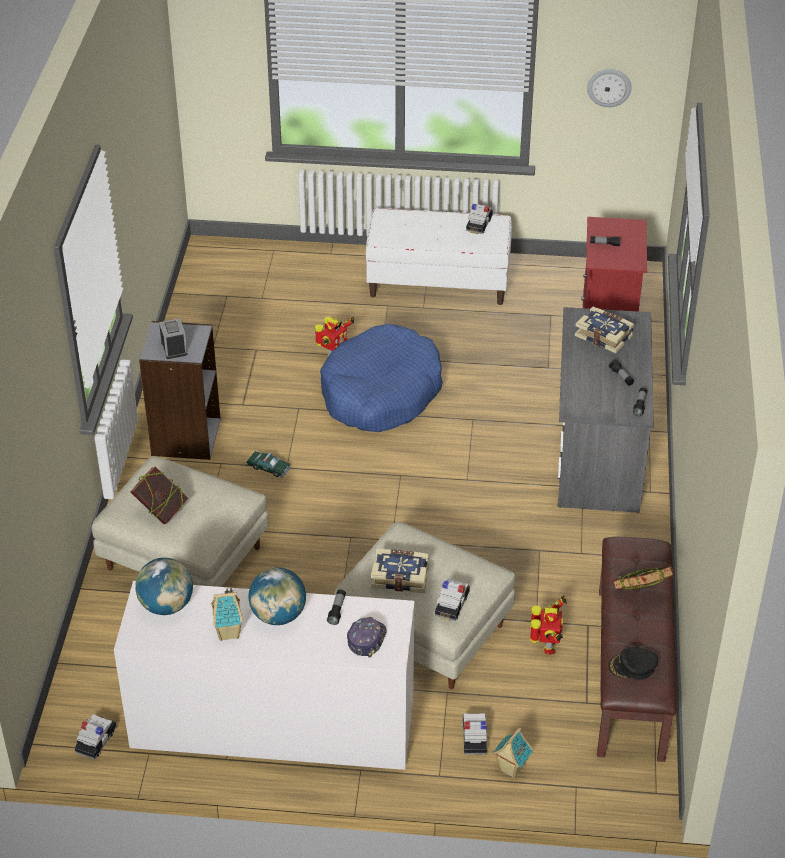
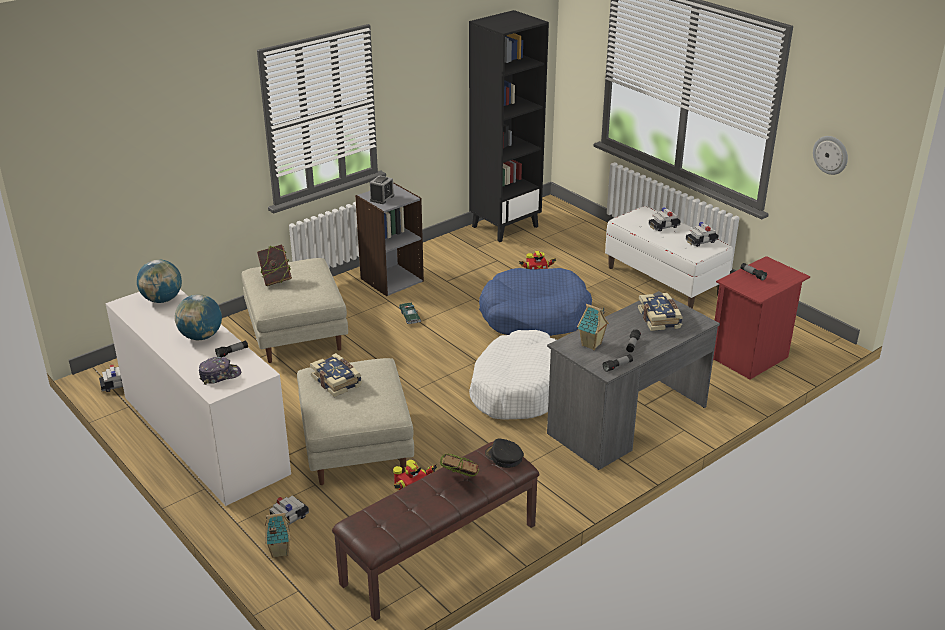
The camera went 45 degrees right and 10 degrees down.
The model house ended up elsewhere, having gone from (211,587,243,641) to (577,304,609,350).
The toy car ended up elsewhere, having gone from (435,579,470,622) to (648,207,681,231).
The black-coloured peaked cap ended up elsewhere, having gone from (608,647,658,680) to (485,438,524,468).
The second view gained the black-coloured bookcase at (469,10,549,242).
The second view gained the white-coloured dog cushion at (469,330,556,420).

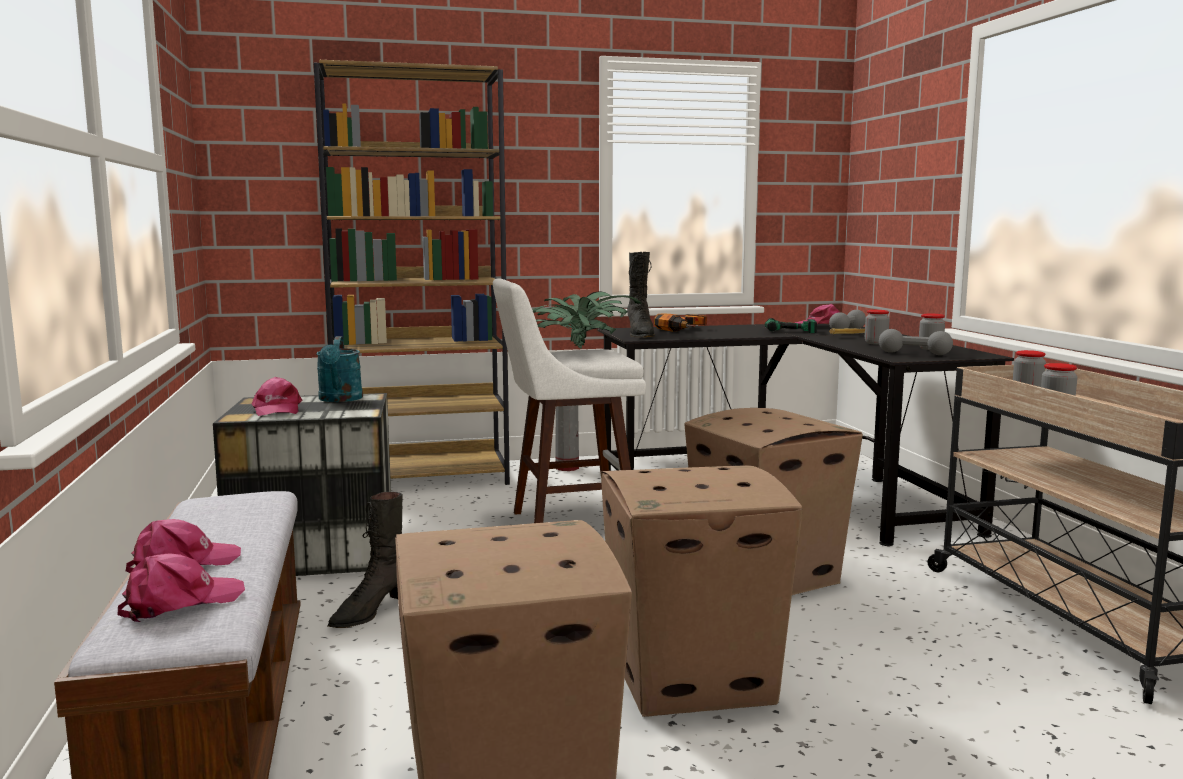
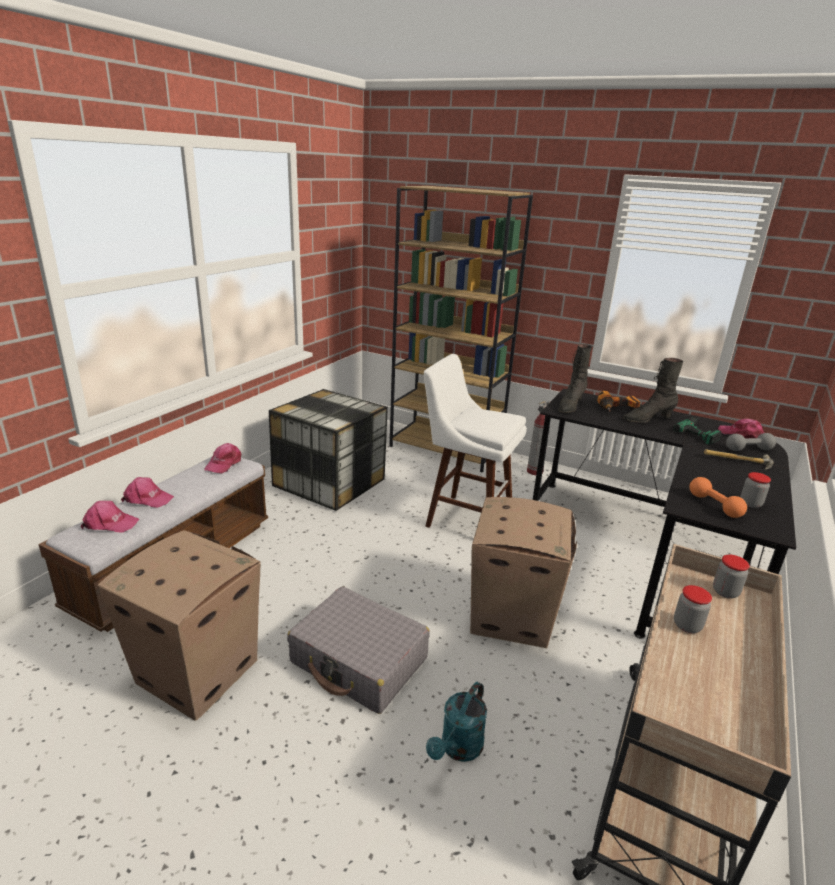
The camera went 40 degrees right and 15 degrees up.
The pink peaked cap ended up elsewhere, having gone from (252,377,302,416) to (204,443,241,474).
The blue-green watering pot ended up elsewhere, having gone from (316,336,363,402) to (426,682,487,762).
The black-coloured high-top boot ended up elsewhere, having gone from (327,492,402,628) to (623,358,683,423).
The second view lost the houseplant at (532,292,641,349).
Where the cardboard box stood at (601,465,803,717), the greyish travel case came to stand at (287,587,430,714).
The second view lost the storage jar at (865,310,890,345).
What was the greyish free weight at (879,329,953,355) turned into the orangey free weight at (689,477,747,518).

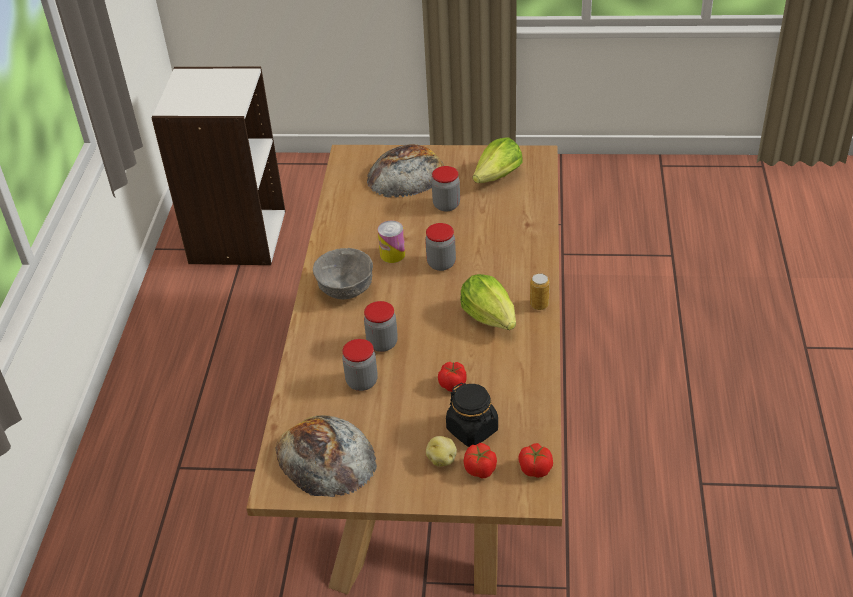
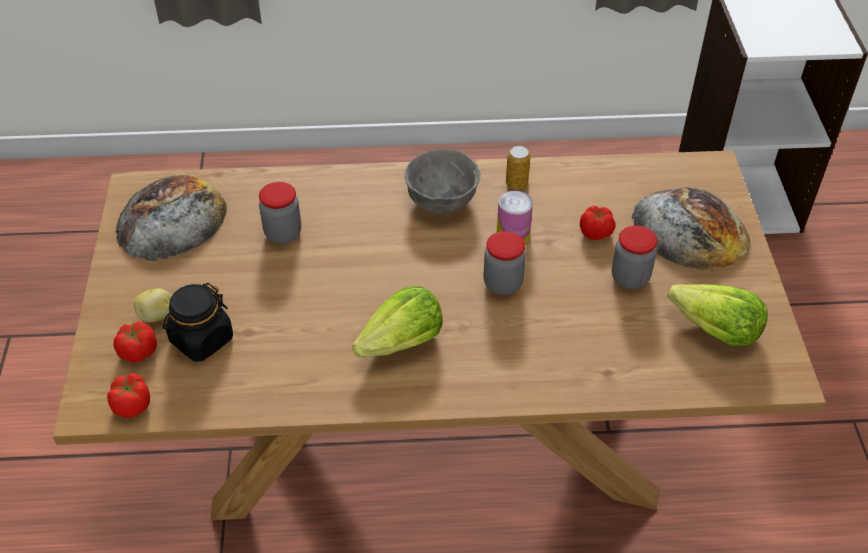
The camera went 80 degrees right and 5 degrees up.
The second view lost the storage jar at (364,301,398,352).
The whole tomato ended up elsewhere, having gone from (438,362,467,392) to (580,206,616,240).
The metal can ended up elsewhere, having gone from (530,273,550,310) to (506,146,531,190).

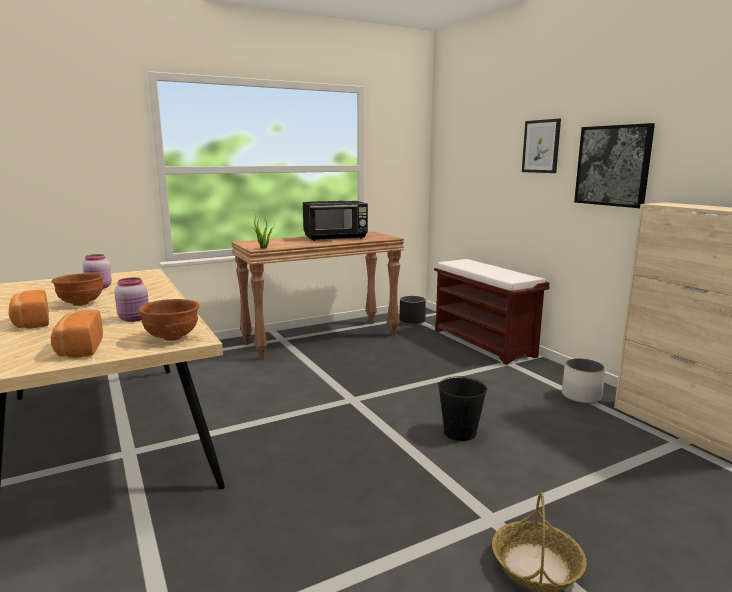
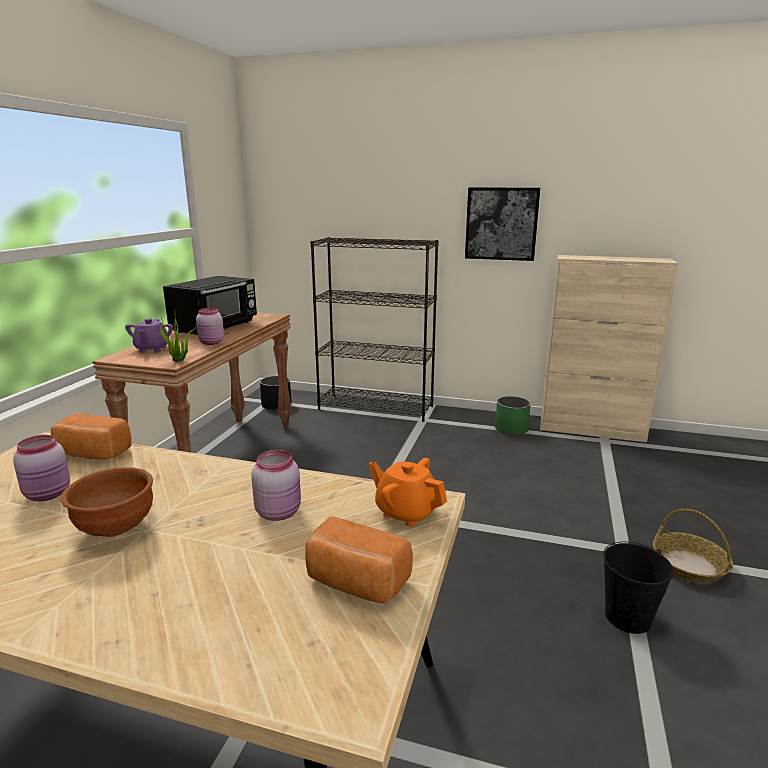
The camera went 45 degrees left and 5 degrees up.
The bakery bread ended up elsewhere, having gone from (8,290,49,329) to (51,413,132,460).
Where the brown bowl stood at (138,299,199,341), the orangey pot for tea came to stand at (369,458,447,527).
Where the brown bench stood at (434,259,549,365), the black-coloured bookcase came to stand at (310,237,439,422).
The black-coloured pail ended up elsewhere, having gone from (438,376,488,441) to (603,542,674,634).
The second view lost the wall picture at (522,119,561,173).
What was the white-coloured plant pot at (562,358,605,404) turned into the green plant pot at (495,396,531,435).
The second view gained the purple pot for tea at (125,318,173,352).
The second view gained the pink storage jar at (196,308,224,345).

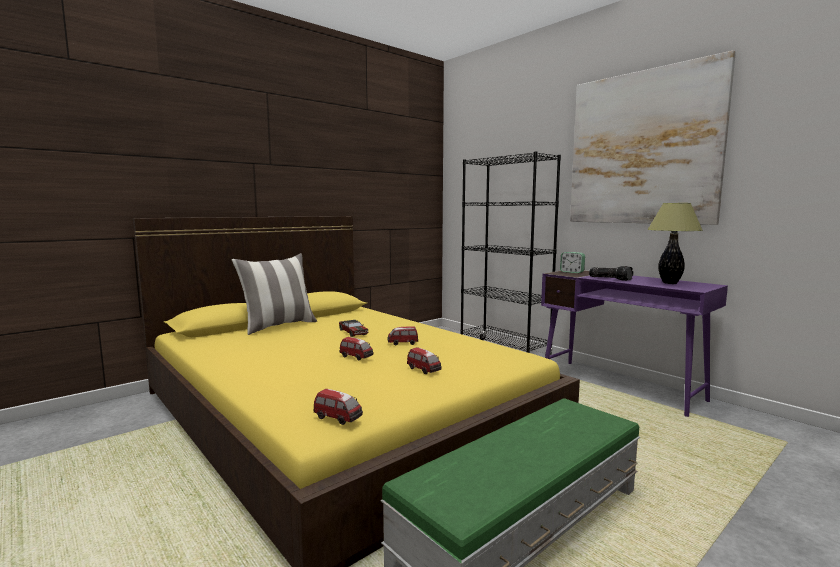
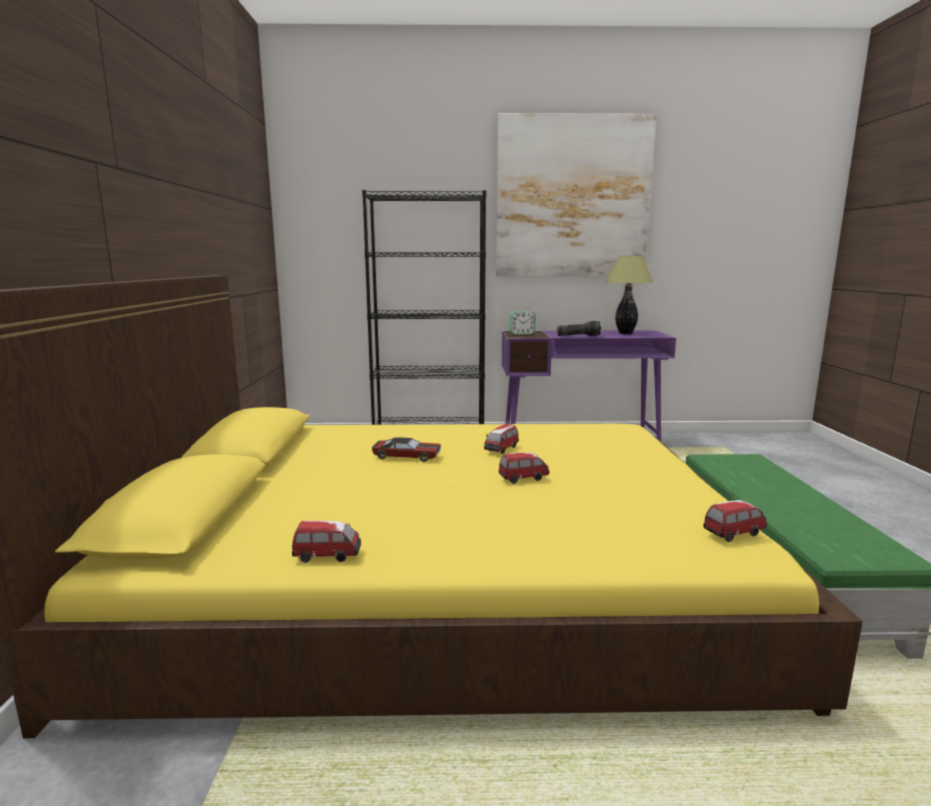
The camera went 50 degrees left and 5 degrees up.
The second view lost the pillow at (232,253,317,335).
The toy car ended up elsewhere, having gone from (407,347,442,374) to (292,521,361,563).

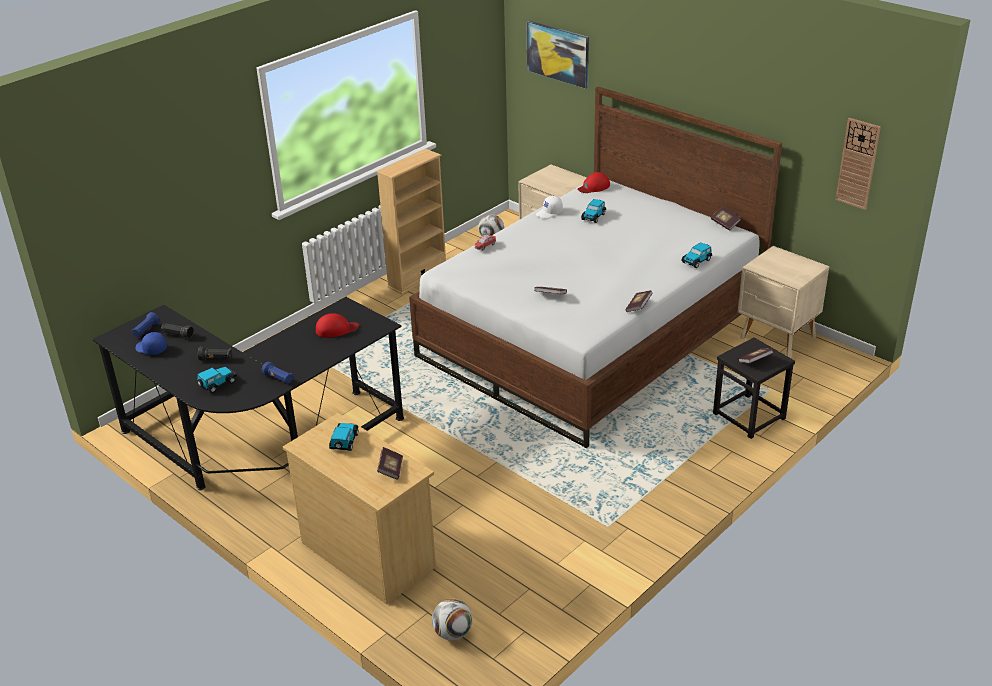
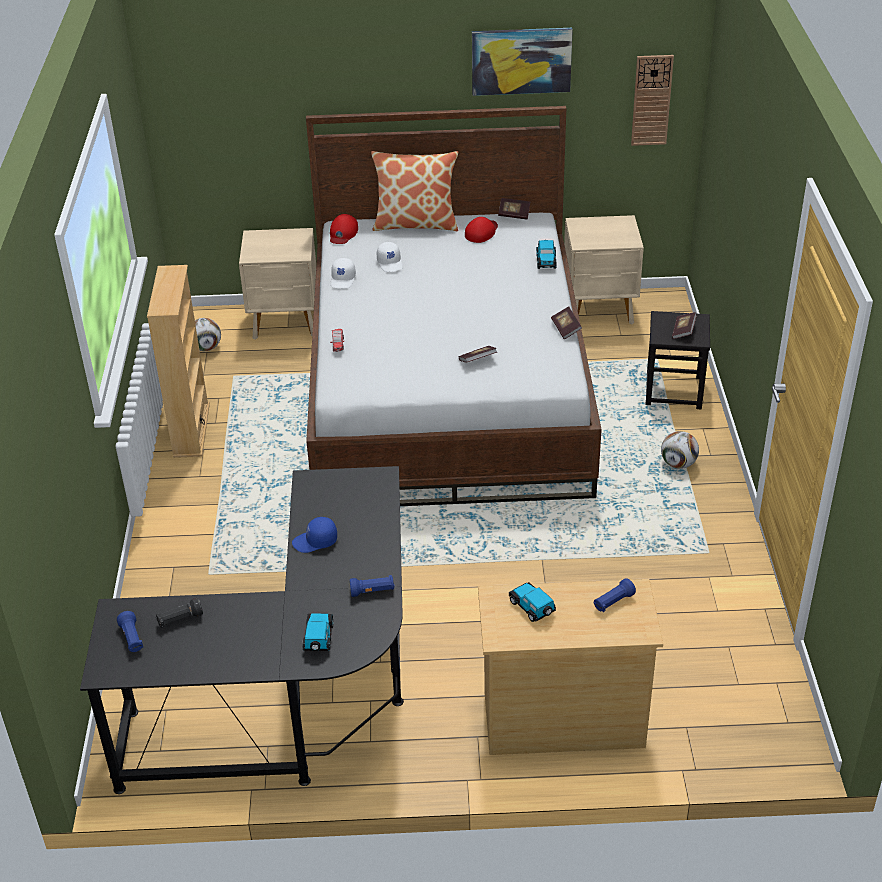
The camera went 45 degrees left and 5 degrees up.
The blue-coloured peaked cap ended up elsewhere, having gone from (136,332,167,355) to (292,517,337,553).
The second view lost the black-coloured torch at (197,347,232,360).
The reddish peaked cap ended up elsewhere, having gone from (316,313,359,338) to (465,217,498,243).
Where the volume stood at (377,447,403,480), the blue-coloured torch came to stand at (594,578,636,612).
The ball for football ended up elsewhere, having gone from (432,599,473,641) to (661,431,699,469).
The wall picture ended up elsewhere, having gone from (526,21,589,89) to (472,28,573,96).
Where the toy car stood at (581,199,606,223), the white-coloured peaked cap came to stand at (377,242,403,272).
The second view gained the pillow at (371,151,458,231).

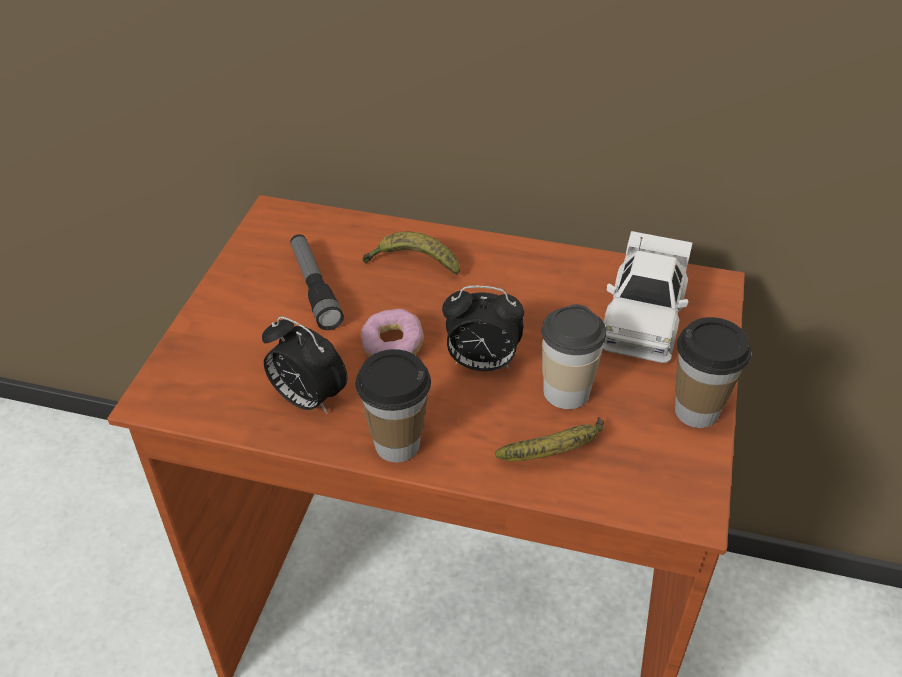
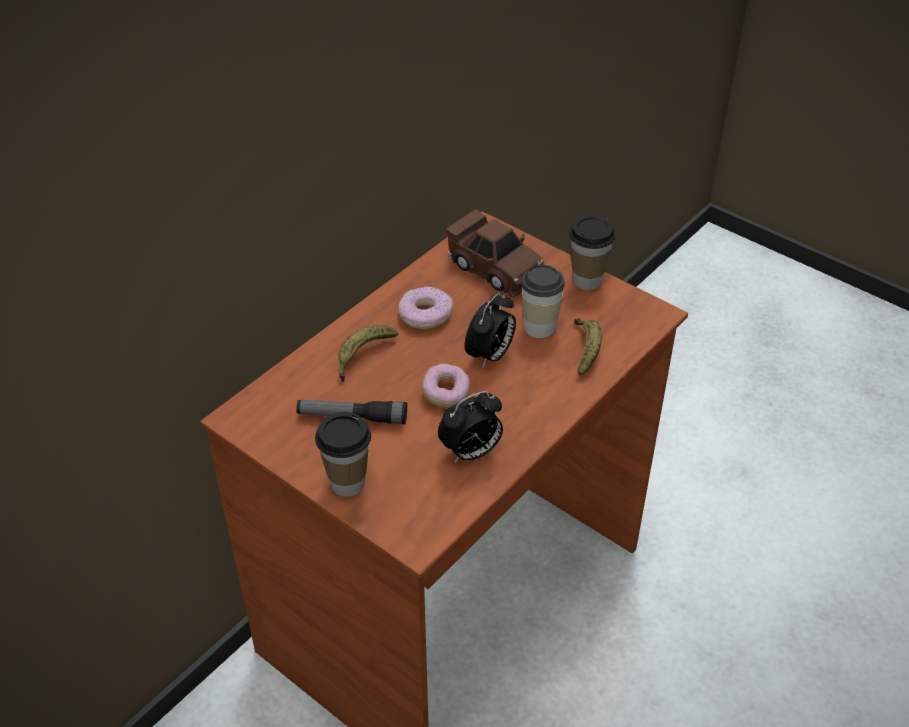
The camera went 65 degrees left and 0 degrees up.
The cup ended up elsewhere, having gone from (356,349,431,462) to (315,412,371,497).
What was the white-coloured toy car at (602,231,692,363) turned into the brown toy car at (446,209,545,297).
The second view gained the ring doughnut at (398,286,453,329).

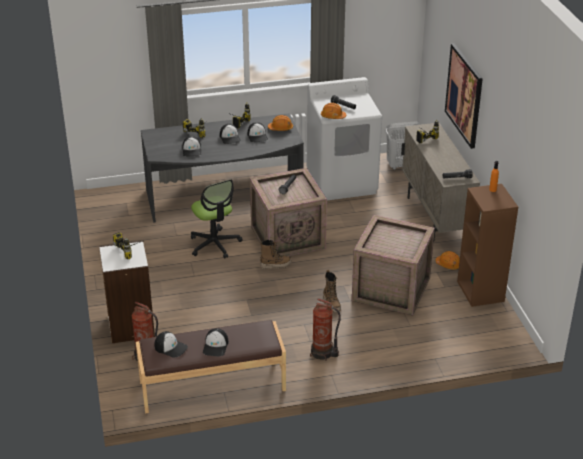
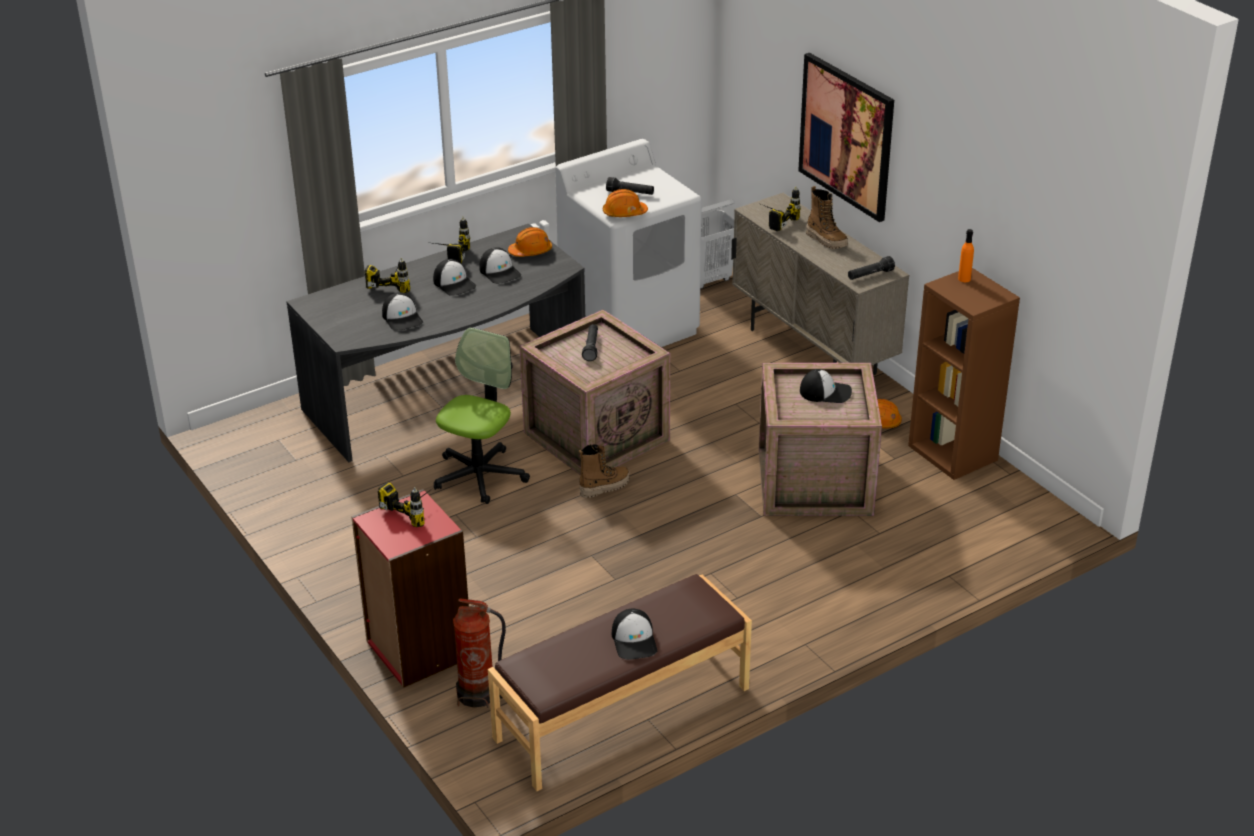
The camera went 20 degrees left and 0 degrees up.
What was the white-coloured bookcase at (99,240,155,343) turned into the reddish bookcase at (351,489,469,688).
The peaked cap ended up elsewhere, having gone from (154,331,188,358) to (800,369,852,403).
The desk chair at (191,179,243,258) ended up facing another way, 105 degrees counterclockwise from before.
The second view lost the fire extinguisher at (310,299,341,360).
The high-top boot ended up elsewhere, having gone from (323,270,341,312) to (806,186,848,249).

